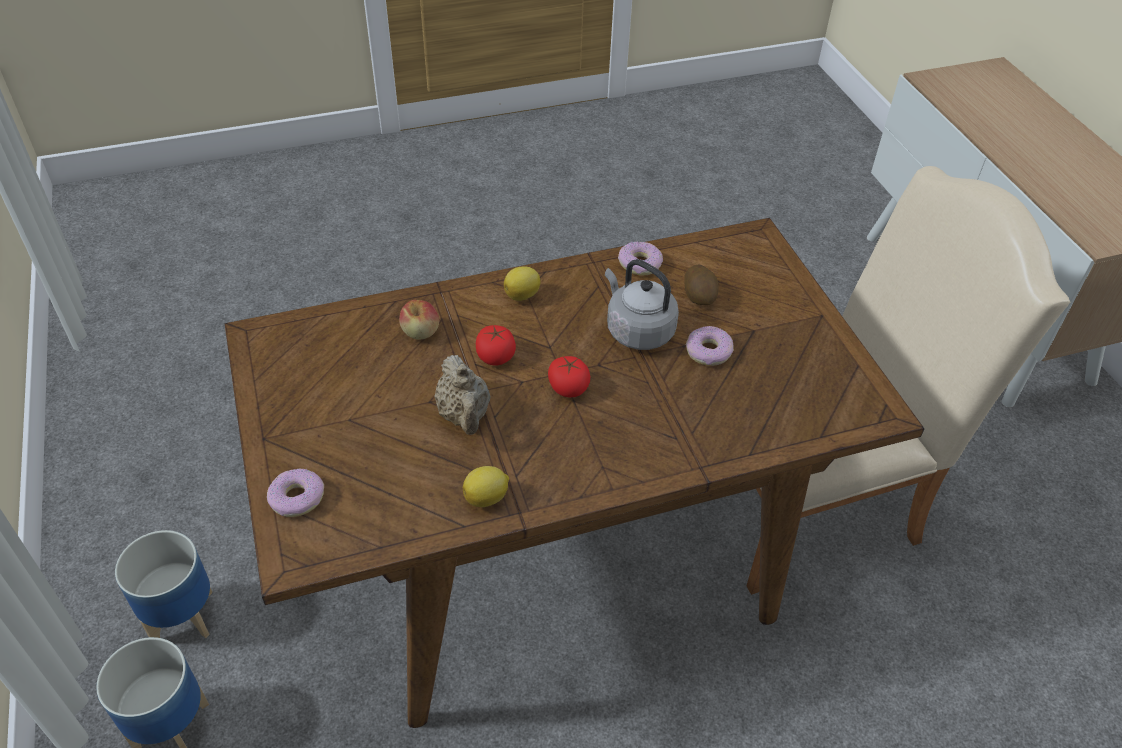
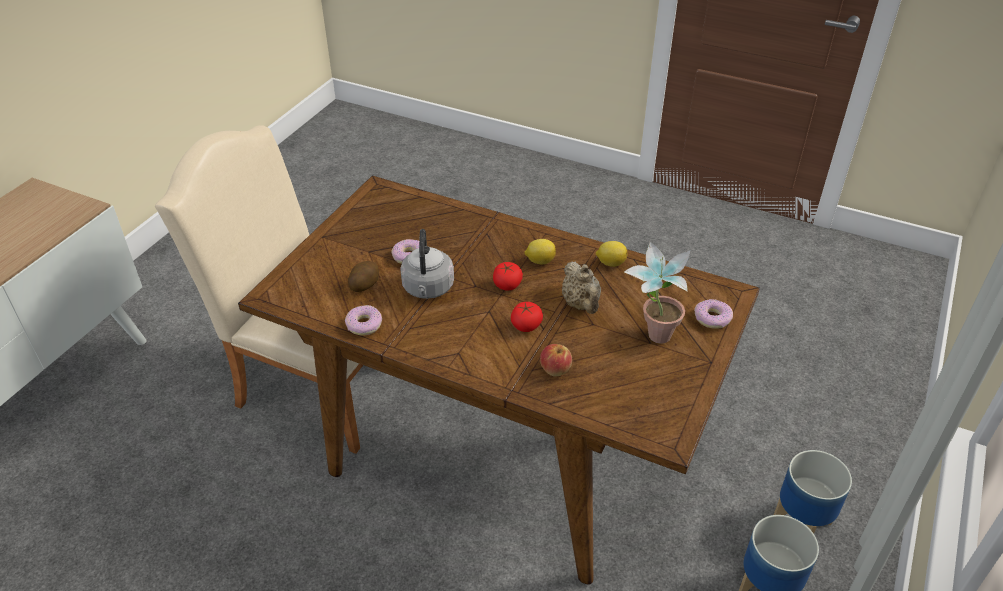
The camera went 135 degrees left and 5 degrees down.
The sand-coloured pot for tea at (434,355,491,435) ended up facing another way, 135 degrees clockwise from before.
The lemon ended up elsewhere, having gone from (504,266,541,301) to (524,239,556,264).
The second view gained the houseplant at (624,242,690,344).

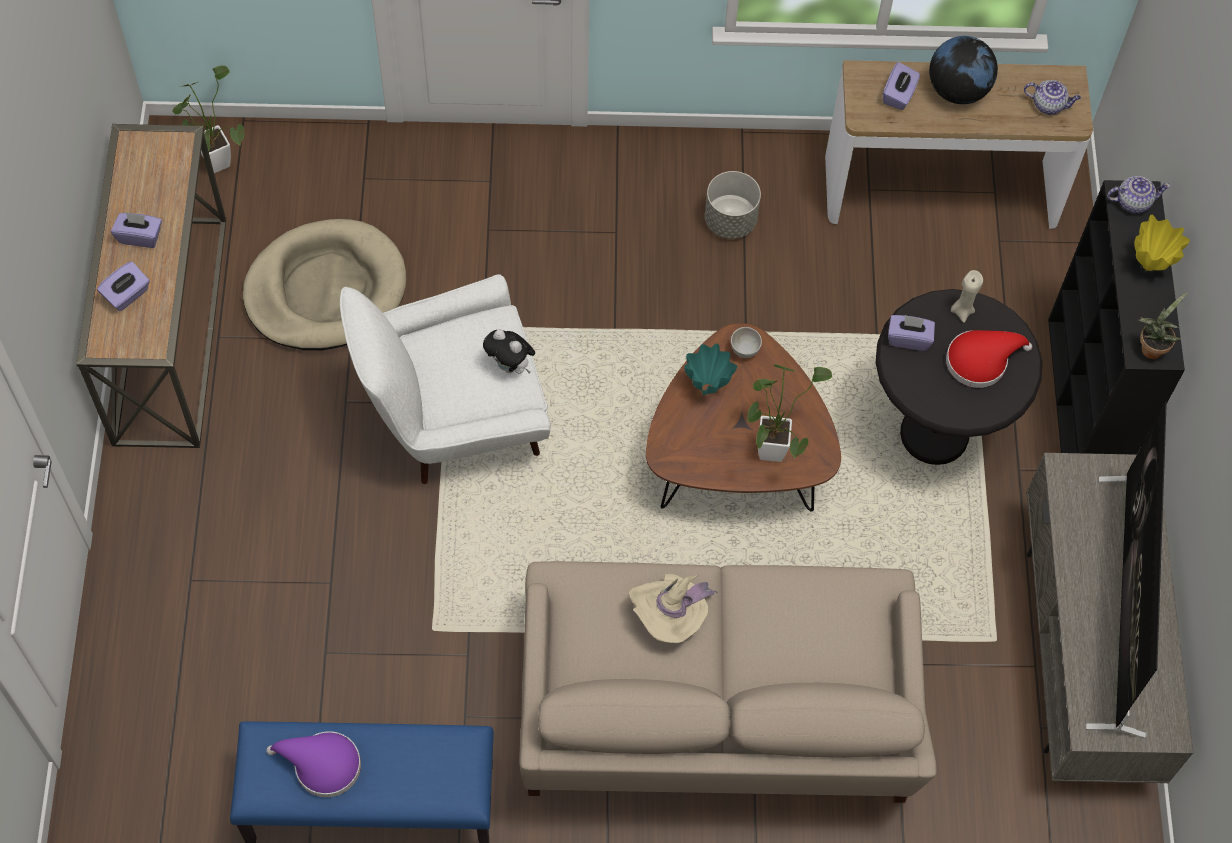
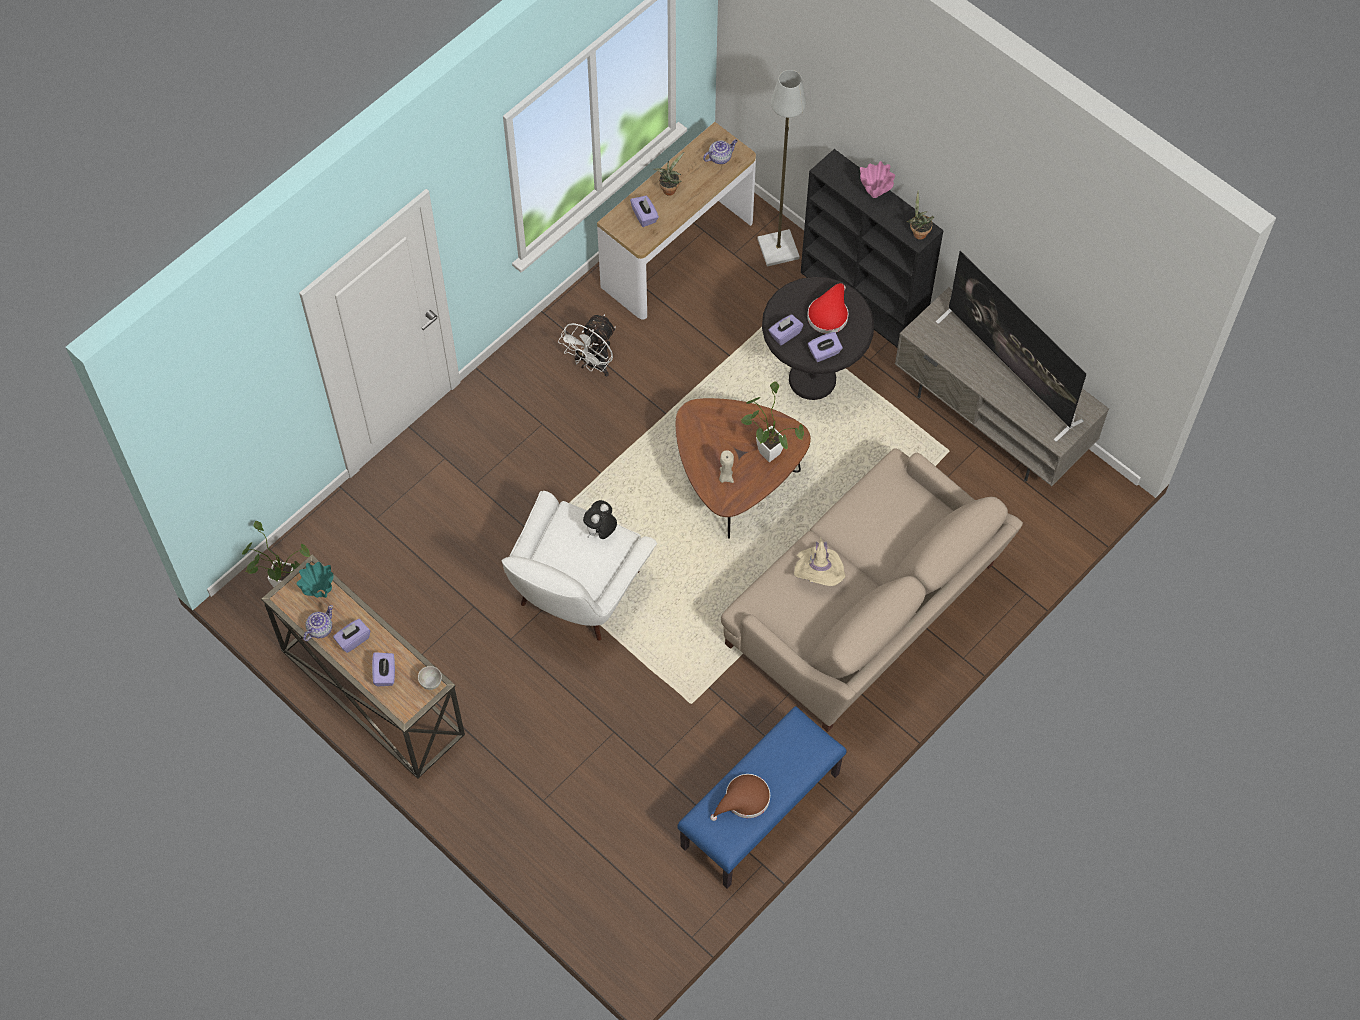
The camera went 45 degrees left and 0 degrees up.
The second view lost the sand-coloured dog cushion at (243,219,406,350).
What was the purple wearable hat at (266,731,361,797) turned into the brown wearable hat at (710,774,770,821).
The plush toy at (483,329,535,374) ended up facing another way, 135 degrees clockwise from before.
The blue-green decorative vase ended up elsewhere, having gone from (684,343,737,395) to (297,562,334,598).
Where the greyish plant pot stood at (705,171,761,239), the white-coloured cooling fan came to stand at (558,314,616,377).
The white-coloured bowl ended up elsewhere, having gone from (731,327,762,358) to (418,666,442,690).
Where the desk globe stood at (929,36,998,104), the houseplant came to stand at (654,152,684,196).
The sand-coloured wax light ended up elsewhere, having gone from (951,270,983,323) to (719,450,734,483).
The pot for tea ended up elsewhere, having gone from (1107,176,1170,214) to (303,605,333,641).
What was the yellowish decorative vase at (1134,215,1190,271) turned into the pink decorative vase at (860,161,895,198).
The second view gained the greyish standard lamp at (757,70,806,267).
The second view gained the purple box of tissues at (808,332,843,362).

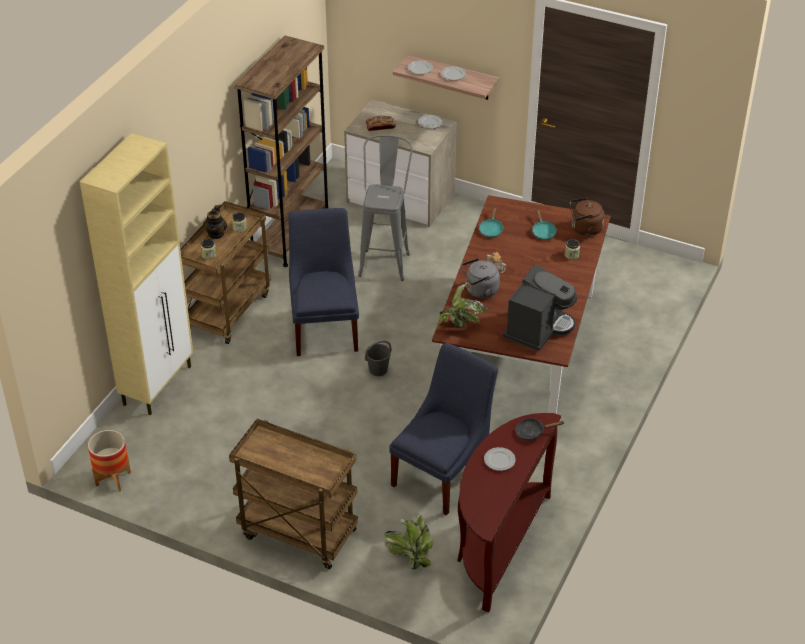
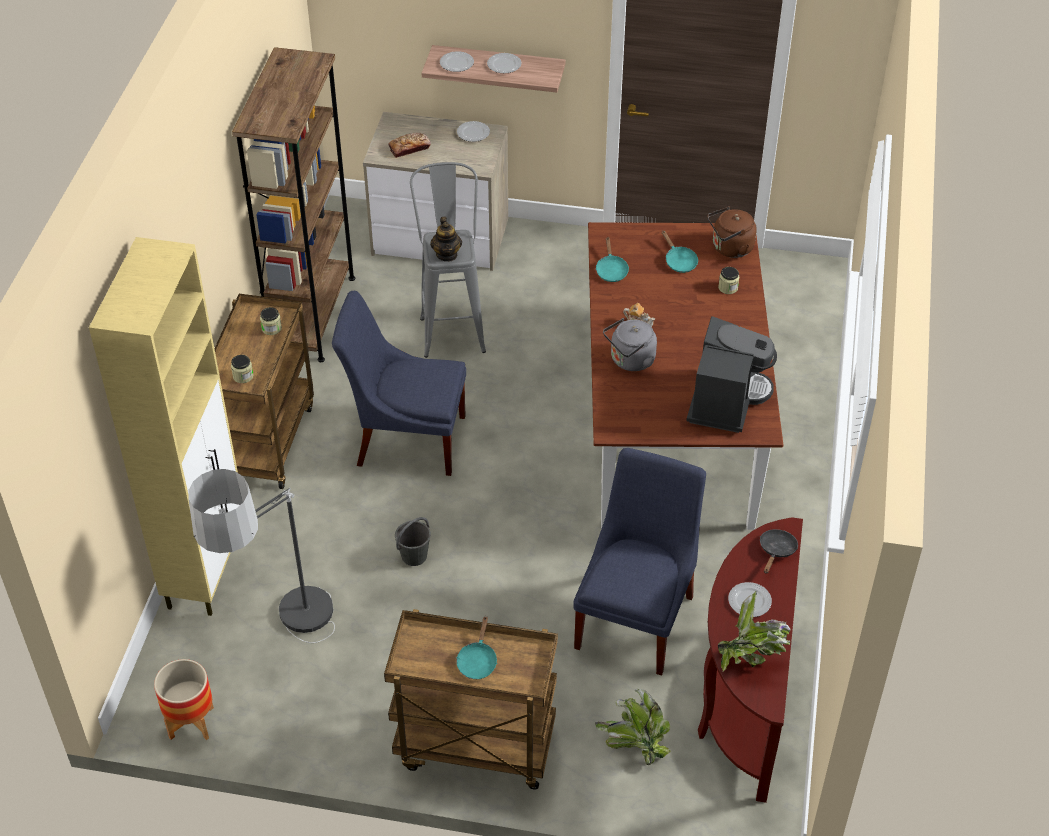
The camera went 15 degrees left and 5 degrees up.
The pot for tea ended up elsewhere, having gone from (203,205,227,239) to (430,217,462,262).
The blue-coloured upright chair at (288,208,359,356) ended up facing another way, 60 degrees counterclockwise from before.
The greyish pail ended up elsewhere, having gone from (365,340,391,376) to (395,517,431,566).
The houseplant ended up elsewhere, having gone from (438,280,488,328) to (718,591,790,672).
The black-coloured frying pan at (516,418,565,440) ended up facing another way, 135 degrees clockwise from before.
The second view gained the standard lamp at (188,469,335,643).
The second view gained the blue-green frying pan at (456,616,497,679).

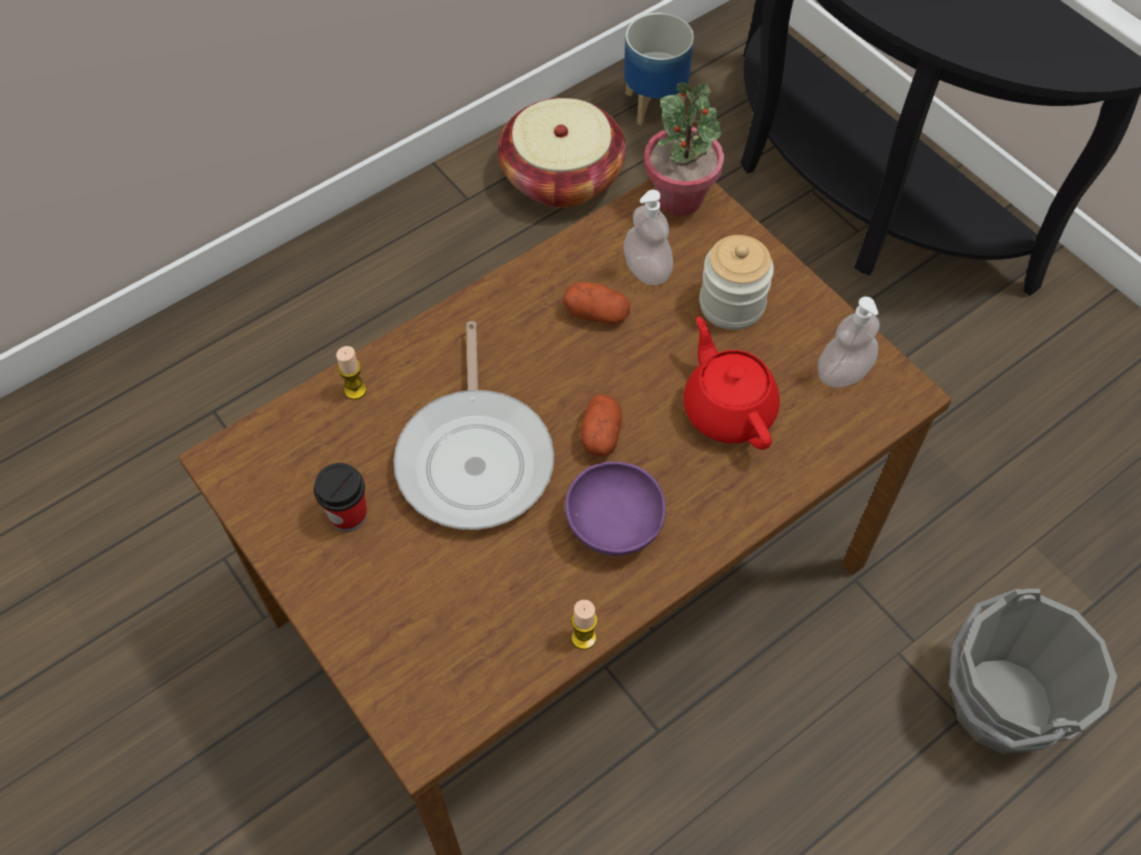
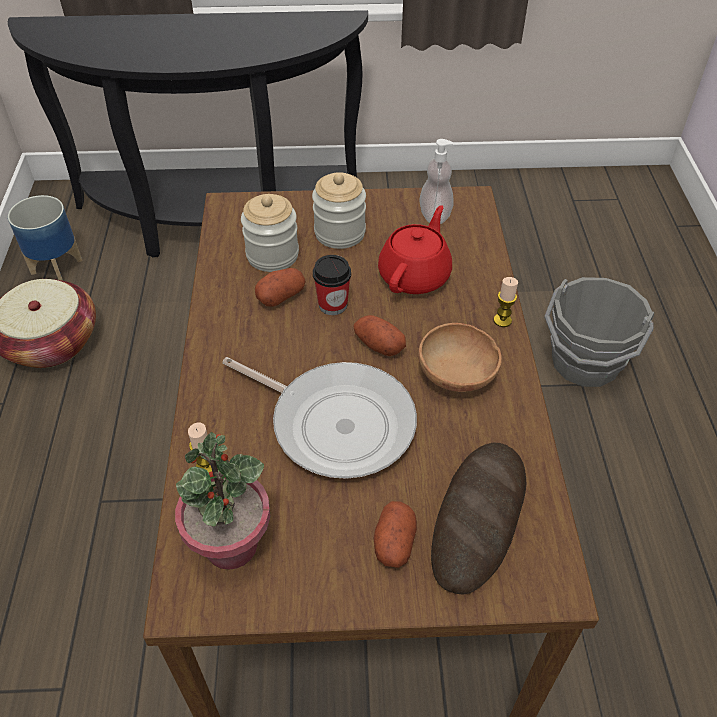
The camera went 55 degrees left and 10 degrees down.
The cup ended up elsewhere, having gone from (314,463,367,532) to (313,255,351,315).
What was the purple bowl at (565,462,666,556) turned into the brown bowl at (418,323,502,392).
The wax light ended up elsewhere, having gone from (571,600,597,650) to (493,277,518,327).
Where the soap dispenser stood at (624,190,673,285), the storage jar came to stand at (241,194,299,272).
The houseplant ended up elsewhere, having gone from (644,83,724,216) to (175,432,270,570).
The reddish pot for tea at (683,317,780,450) ended up facing another way, 105 degrees clockwise from before.
The second view gained the spud at (374,501,417,568).
The second view gained the bakery bread at (431,442,526,595).

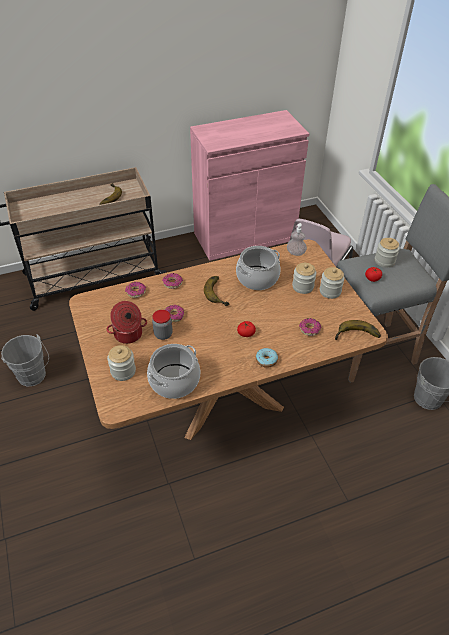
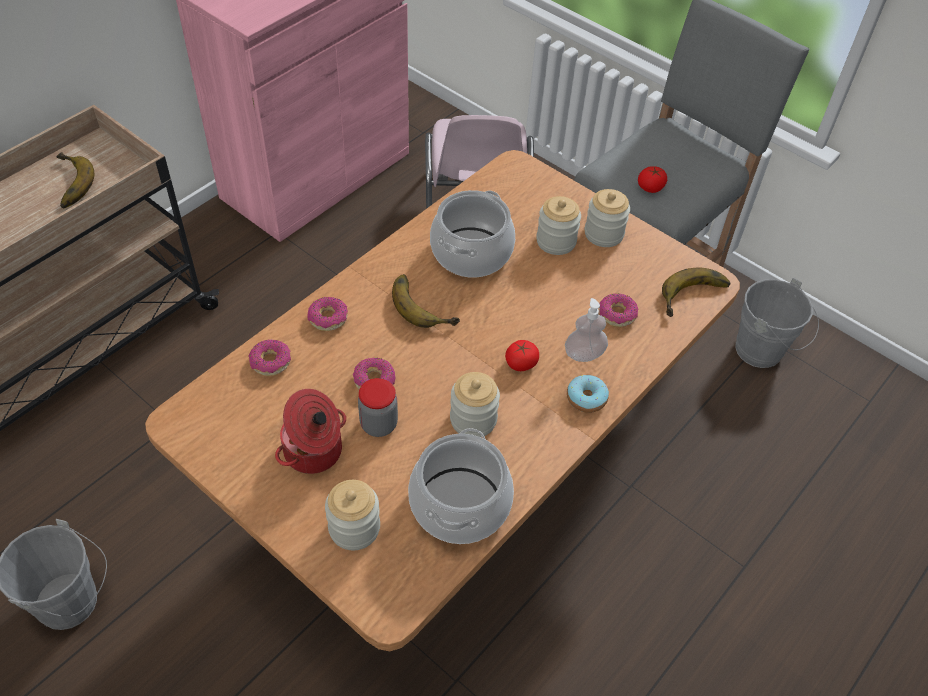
The camera went 30 degrees left and 5 degrees up.
The soap dispenser ended up elsewhere, having gone from (287,223,307,256) to (565,298,608,362).
The storage jar ended up elsewhere, having gone from (375,238,400,267) to (450,372,500,437).

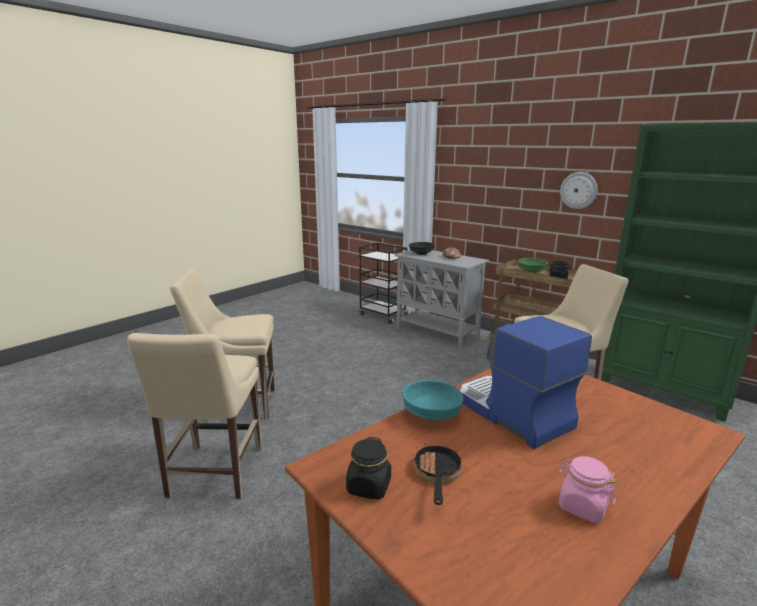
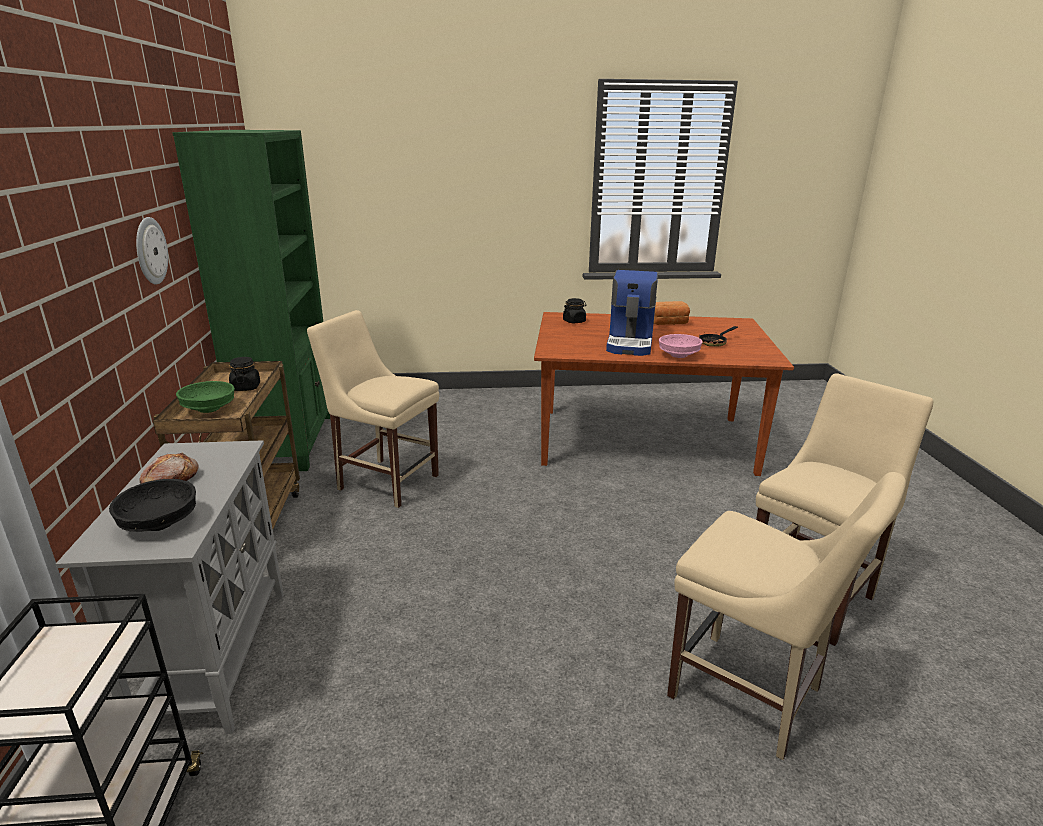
The camera went 135 degrees left and 5 degrees up.
The black-coloured storage jar ended up elsewhere, having gone from (346,437,391,500) to (563,298,586,323).
What was the blue-green bowl at (402,380,464,421) turned into the pink bowl at (659,334,702,358).
Where the pink storage jar stood at (558,456,617,523), the bakery bread came to stand at (654,301,690,325).

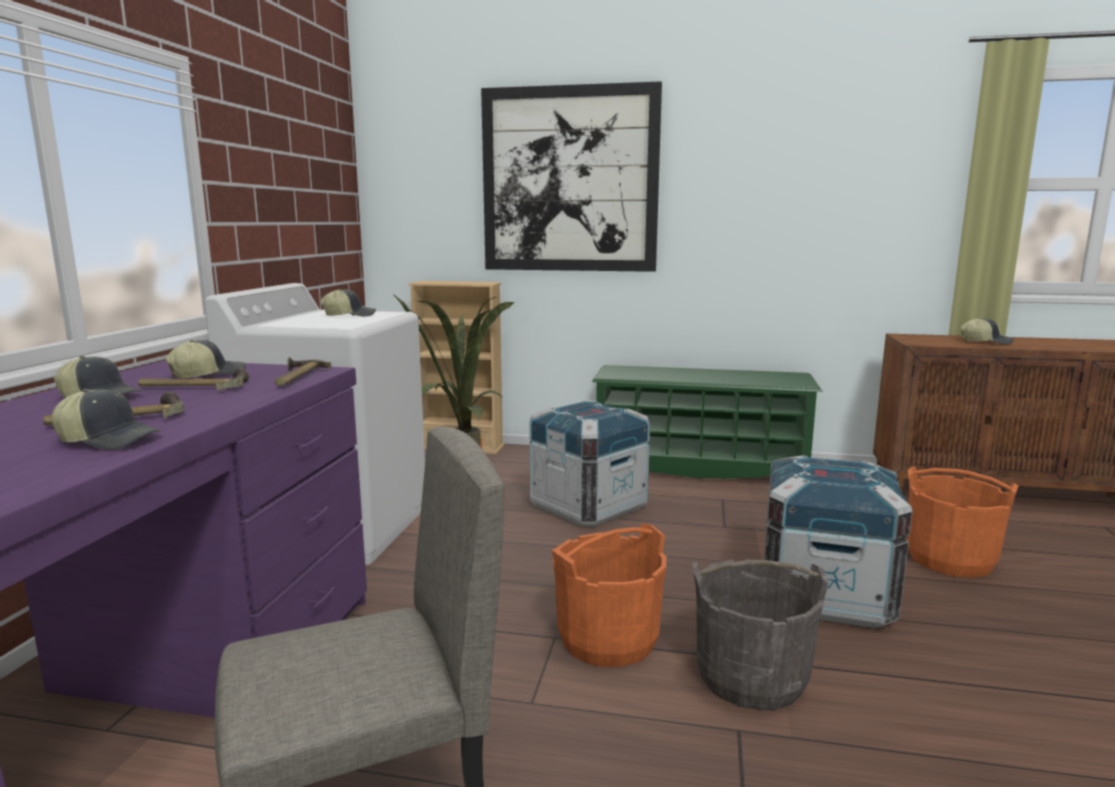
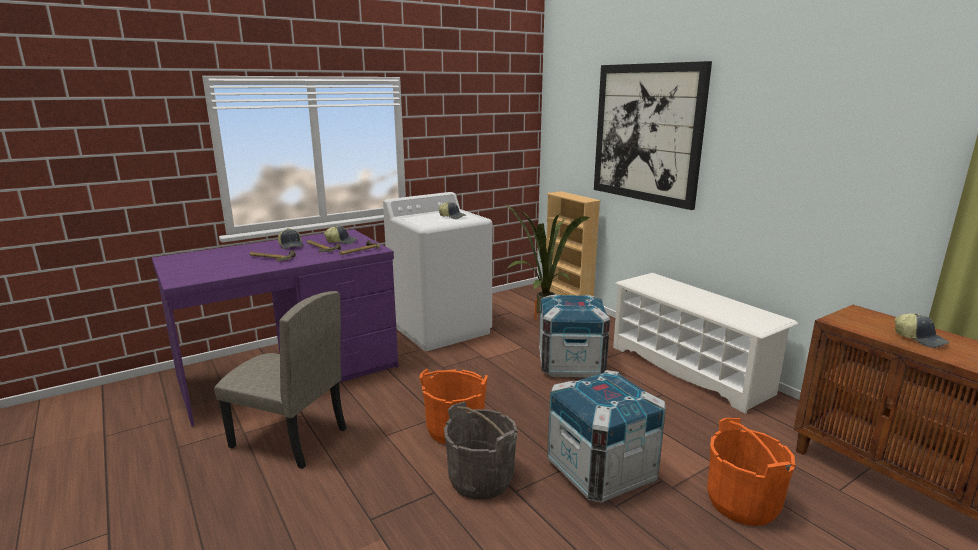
The camera went 45 degrees right and 5 degrees up.
The second view lost the peaked cap at (51,389,162,450).
What was the green shoe shelf at (592,365,823,479) turned into the white-coloured shoe shelf at (613,273,798,414).

